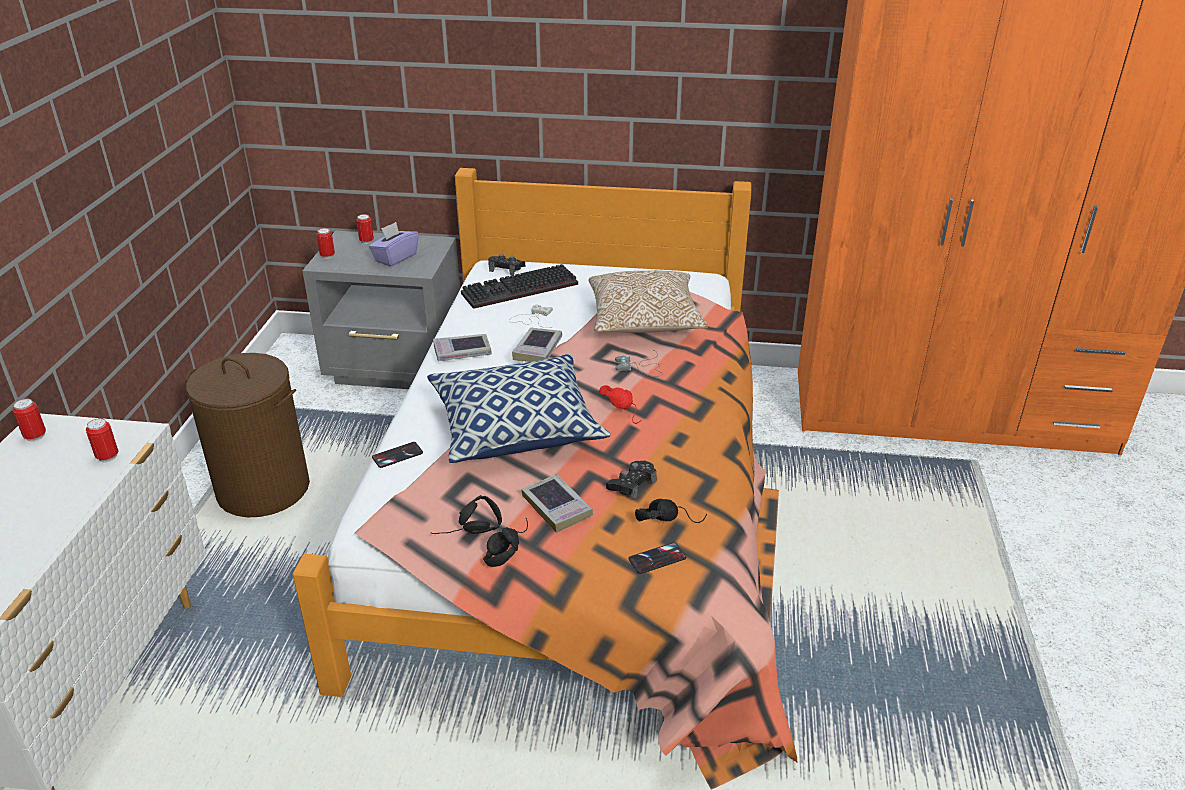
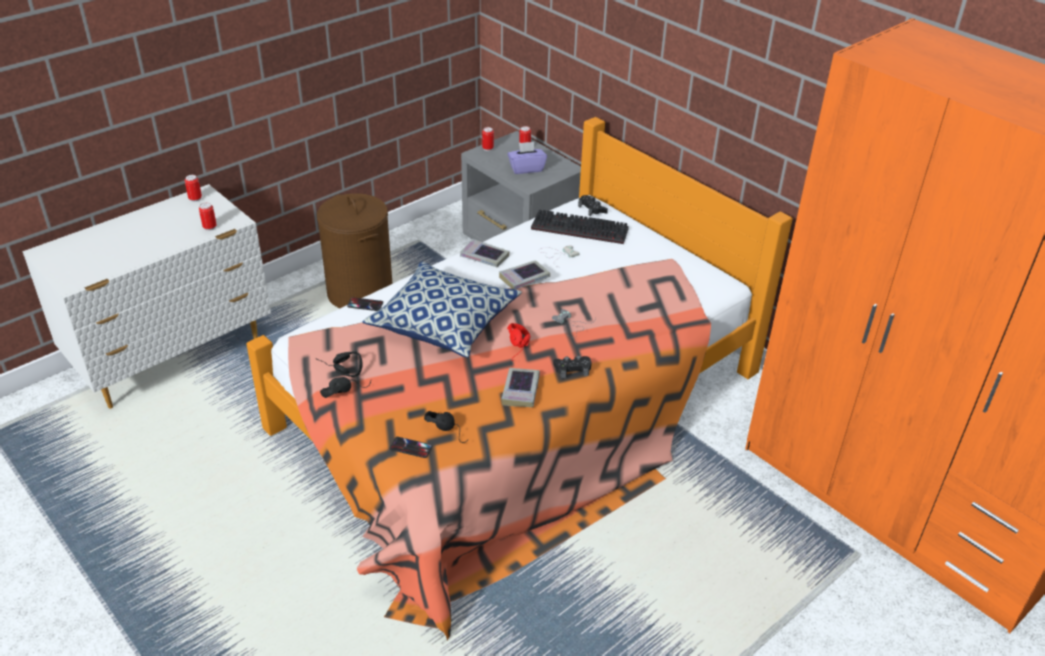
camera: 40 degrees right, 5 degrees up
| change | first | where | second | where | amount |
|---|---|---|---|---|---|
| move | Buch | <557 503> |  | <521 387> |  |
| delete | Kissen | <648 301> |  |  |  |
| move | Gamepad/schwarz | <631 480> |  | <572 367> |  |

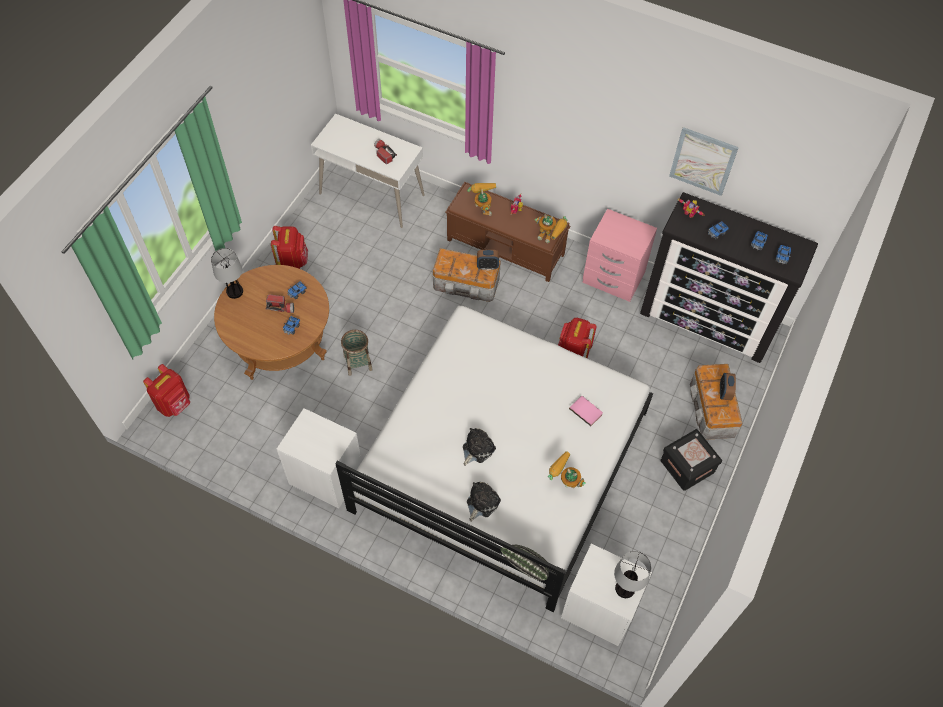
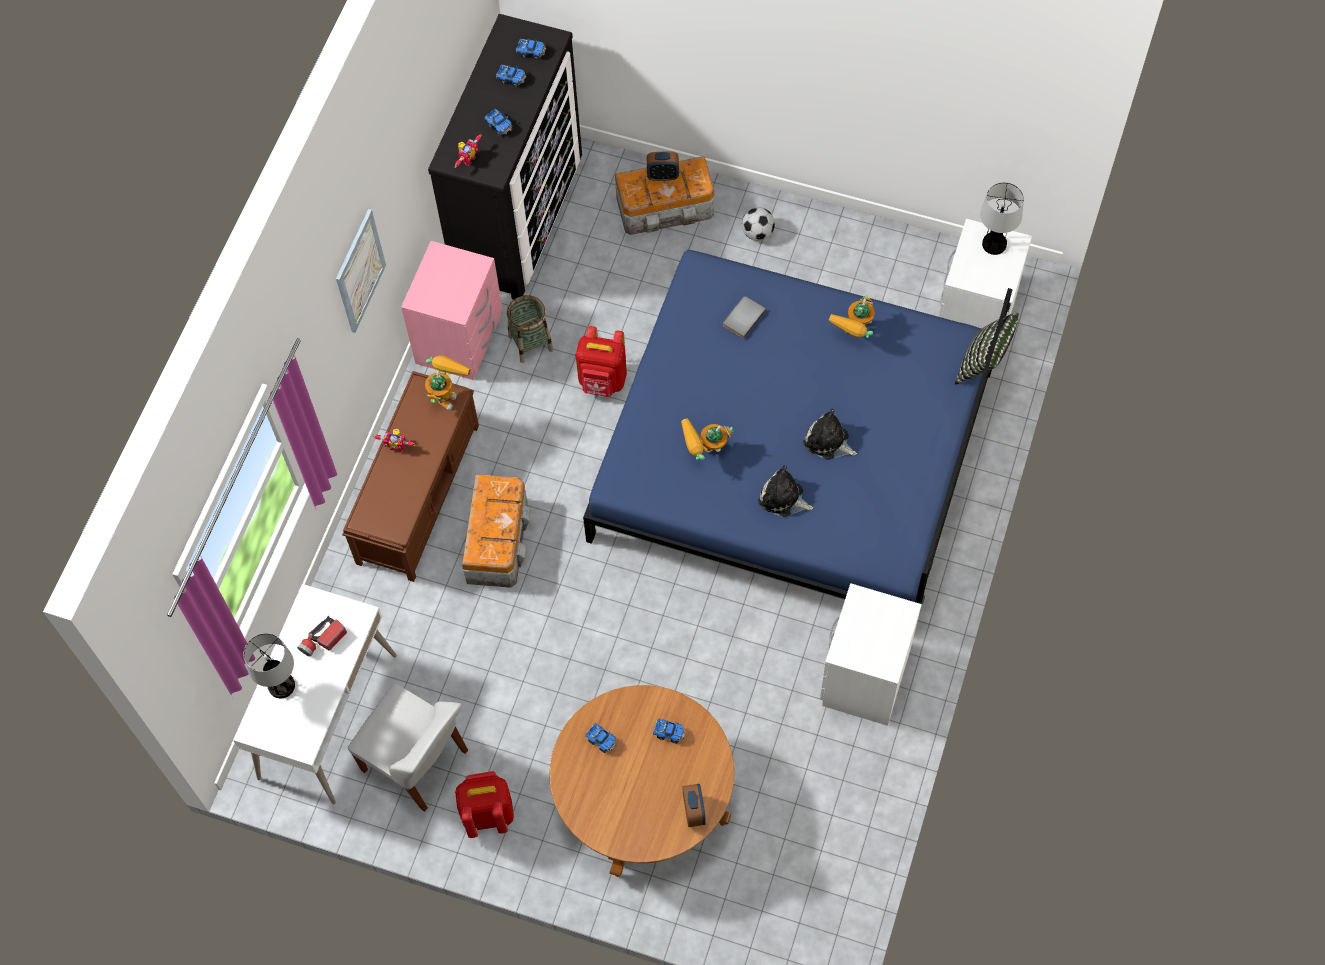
camera: 95 degrees left, 5 degrees up
| change | first | where | second | where | amount |
|---|---|---|---|---|---|
| delete | Rucksack/rot | <166 390> |  |  |  |
| move | Tischlampe | <227 273> |  | <269 665> |  |
| delete | Taschenlampe | <279 303> |  |  |  |
| recolor | Bett/weiß | <494 459> | Bett/blau | <798 427> |  |
| move | Korb | <357 353> |  | <530 329> |  |
| move | Spielzeugroboter | <481 199> |  | <707 439> |  |
| move | Plüschtier | <484 502> |  | <785 491> |  |
| move | Wecker | <488 260> |  | <694 805> |  |
| recolor | Buch/rosa | <586 411> | Buch/grau | <744 317> |  |
| replace | Aufbewahrungsbox/schwarz | <691 460> | Fußball | <758 224> |  |
| move | Bild | <704 161> |  | <361 271> |  |
| insert |  |  | Stuhl/weiß | <408 747> |  |

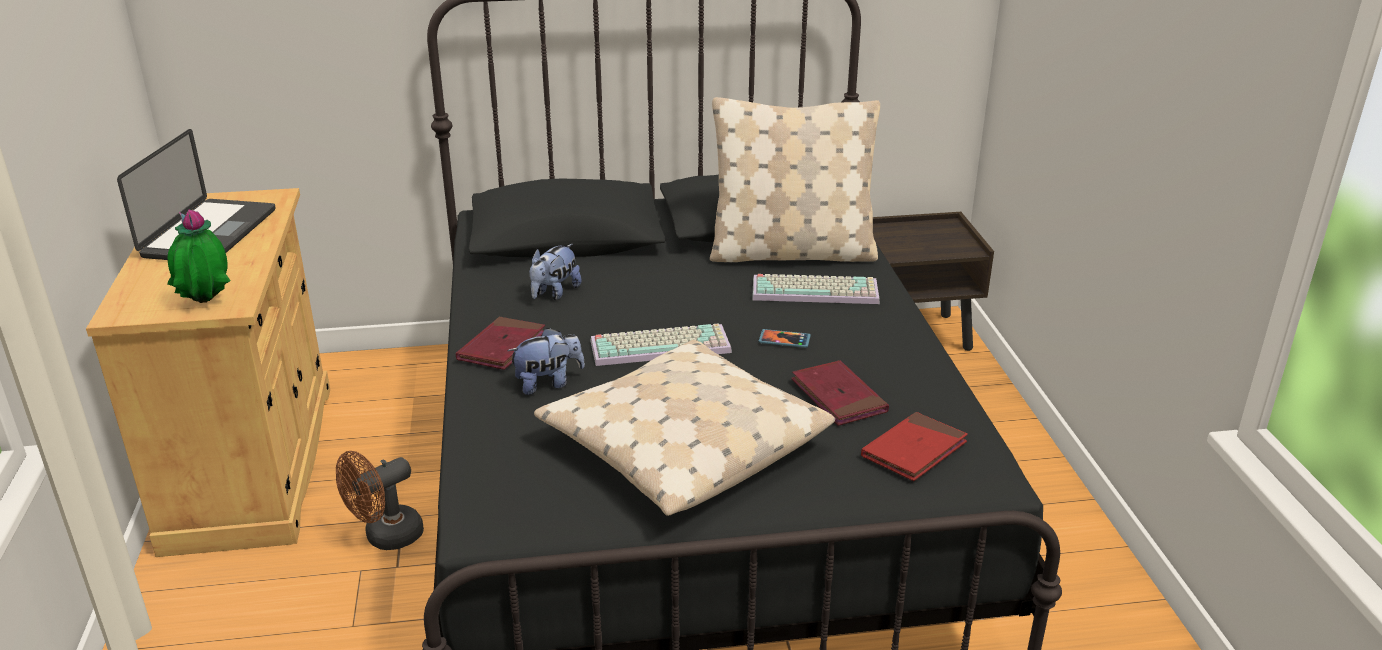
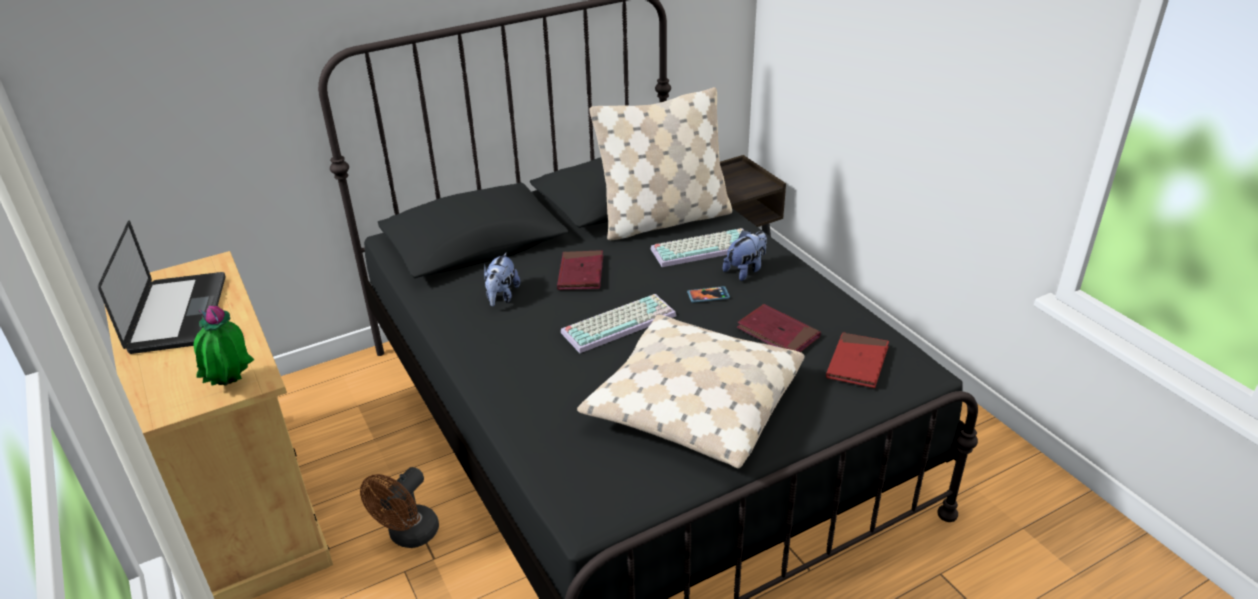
camera: 20 degrees left, 5 degrees up
| change | first | where | second | where | amount |
|---|---|---|---|---|---|
| move | Buch/rot | <500 343> |  | <580 270> |  |
| move | Plüschtier | <546 361> |  | <745 255> |  |

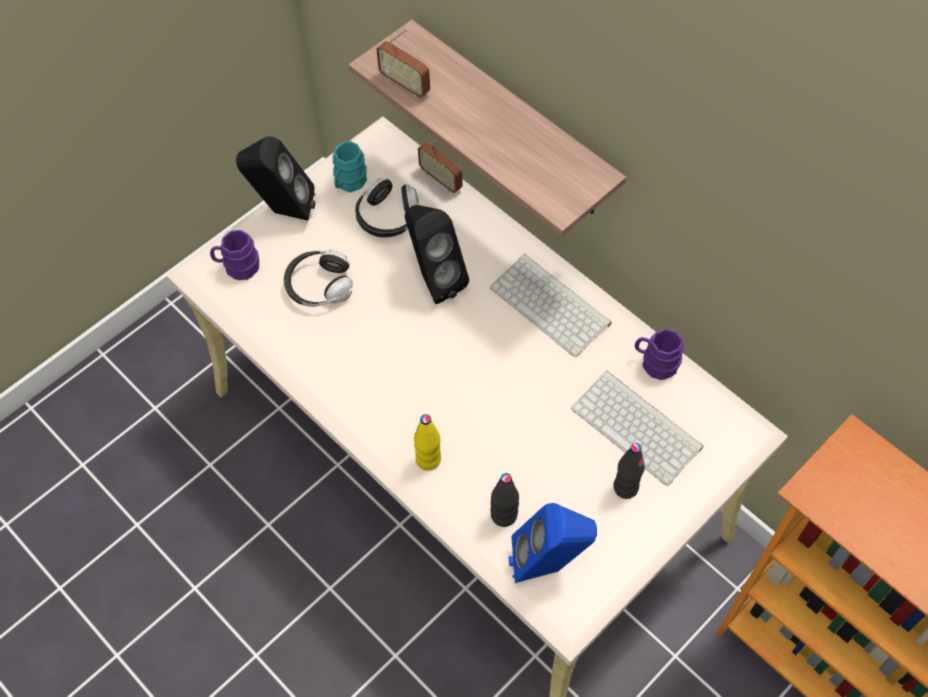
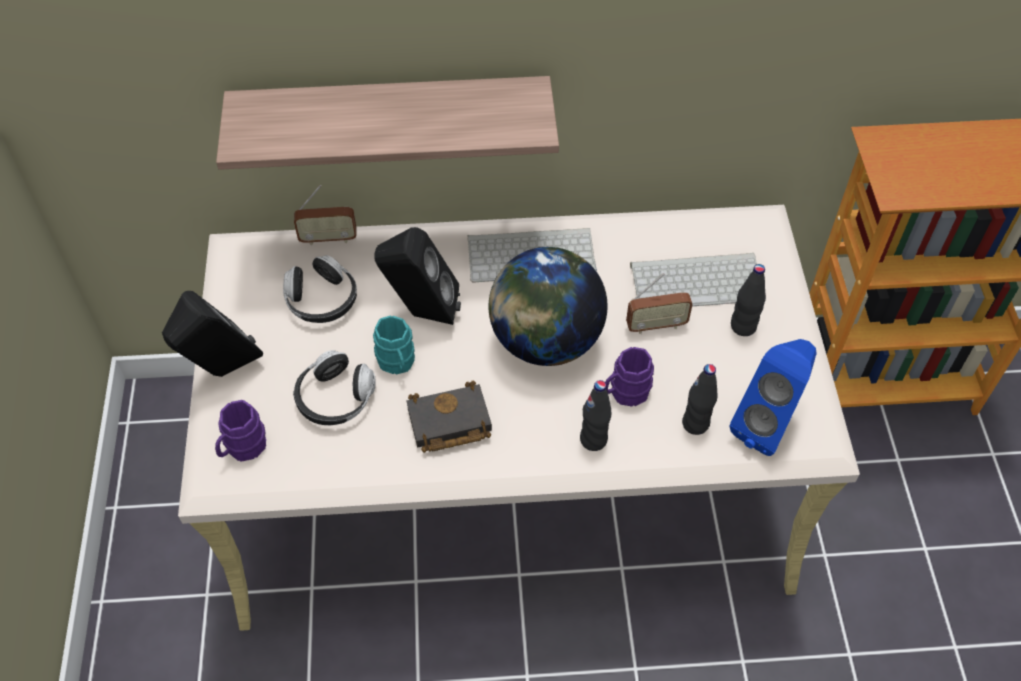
camera: 50 degrees left, 5 degrees down
| change | first | where | second | where | amount |
|---|---|---|---|---|---|
| move | Henkelbecher/türkis | <350 166> |  | <394 345> |  |
| move | Radio | <403 62> |  | <659 303> |  |
| recolor | Flasche/gelb | <427 442> | Flasche/schwarz | <595 415> |  |
| move | Henkelbecher/lila | <659 354> |  | <629 376> |  |
| insert |  |  | Buch/schwarz | <449 417> |  |
| insert |  |  | Globus | <548 306> |  |

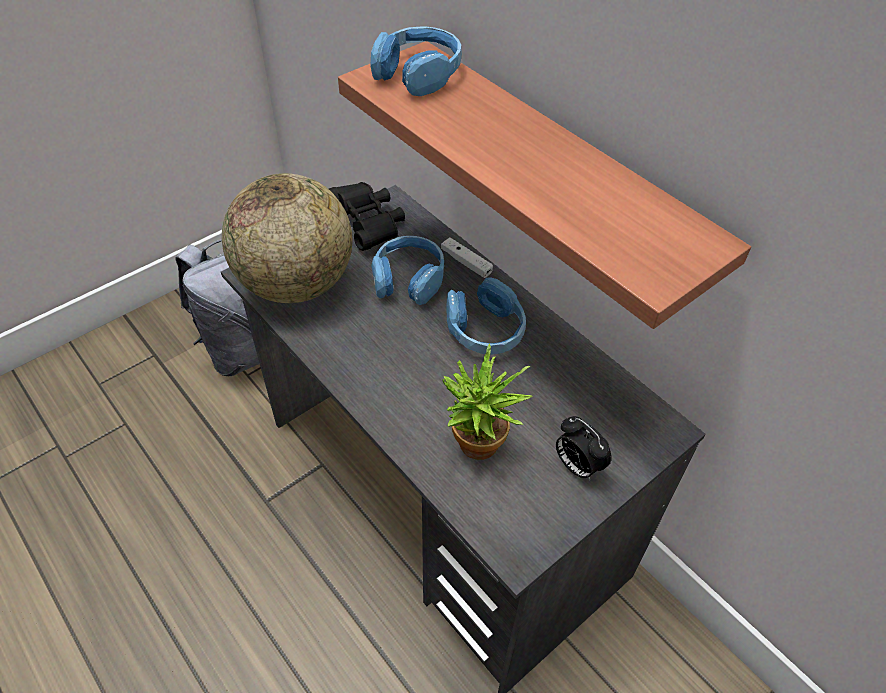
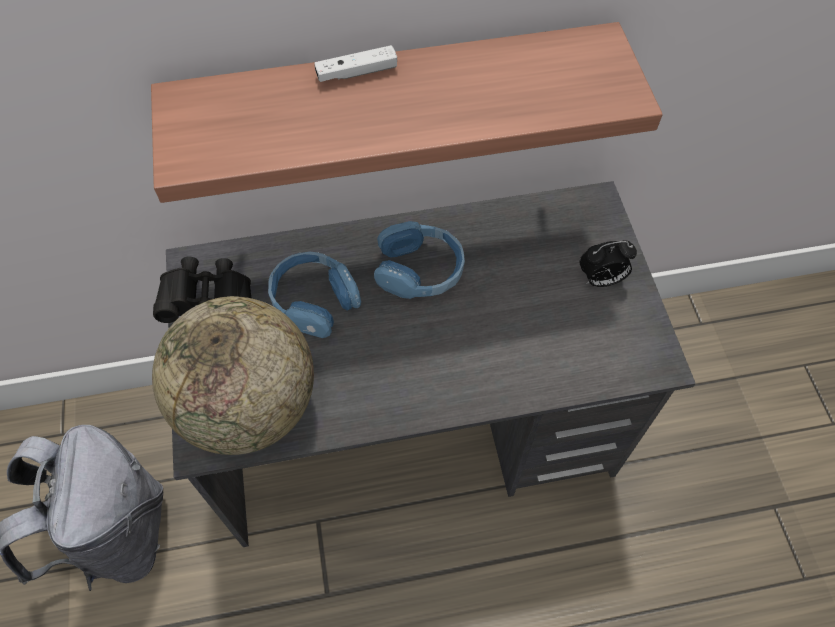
camera: 60 degrees left, 10 degrees up
| change | first | where | second | where | amount |
|---|---|---|---|---|---|
| delete | Kopfhörer/blau | <416 61> |  |  |  |
| move | Gamepad/weiß | <467 258> |  | <355 63> |  |
| delete | Topfpflanze | <487 402> |  |  |  |

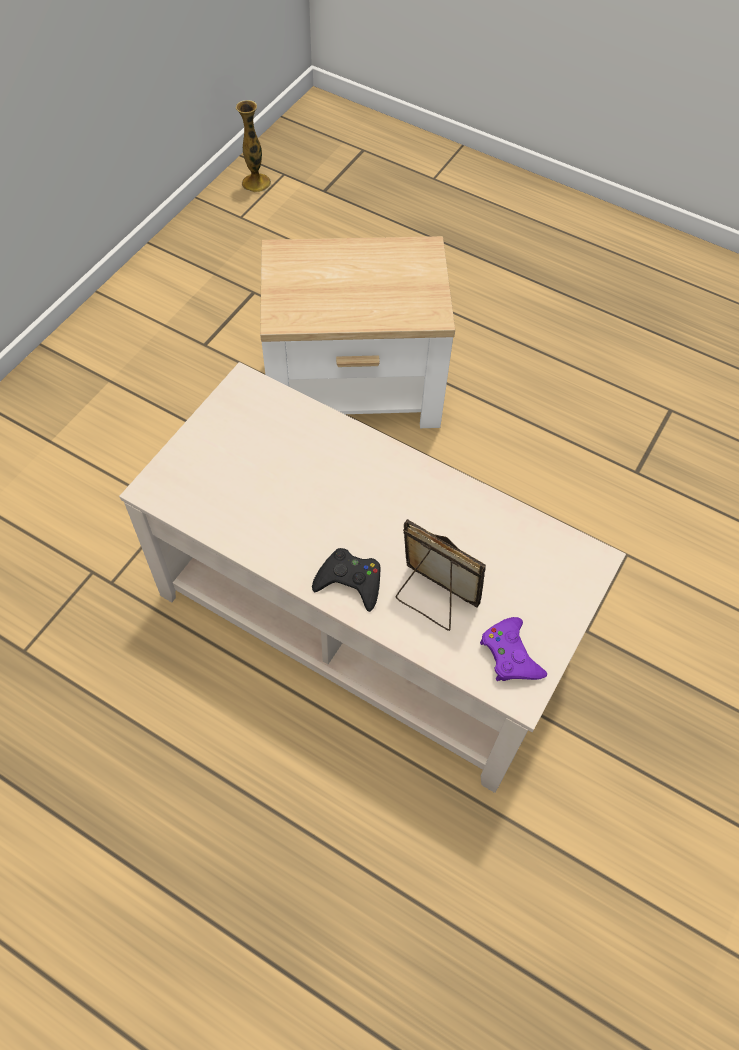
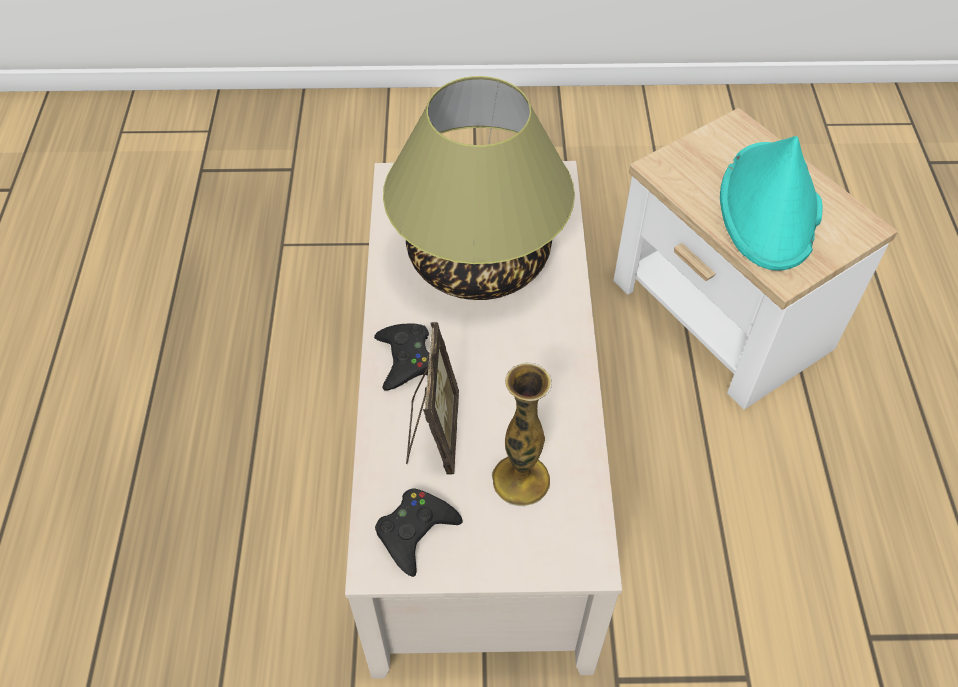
camera: 60 degrees right, 5 degrees down
| change | first | where | second | where | amount |
|---|---|---|---|---|---|
| move | Vase | <253 146> |  | <522 435> |  |
| recolor | Gamepad/lila | <513 649> | Gamepad/schwarz | <418 532> |  |
| insert |  |  | Tischlampe | <479 188> |  |
| insert |  |  | Hut/türkis | <771 203> |  |

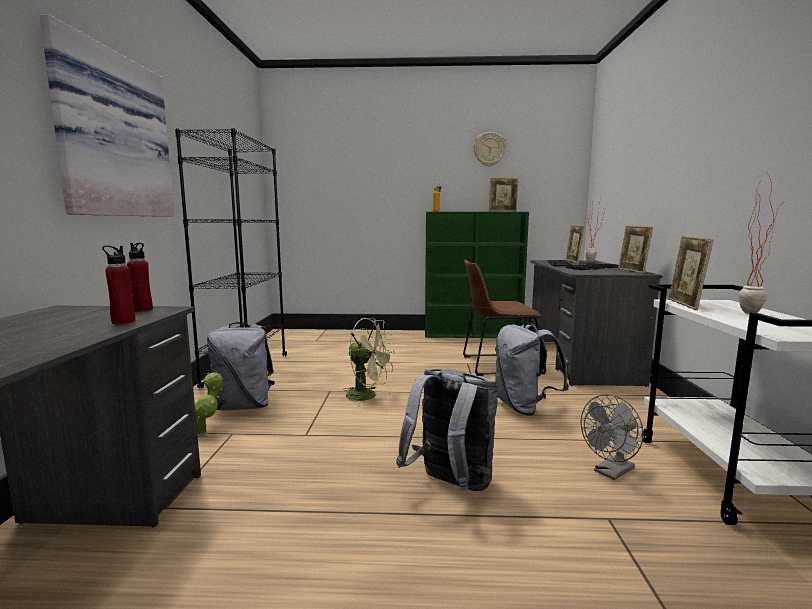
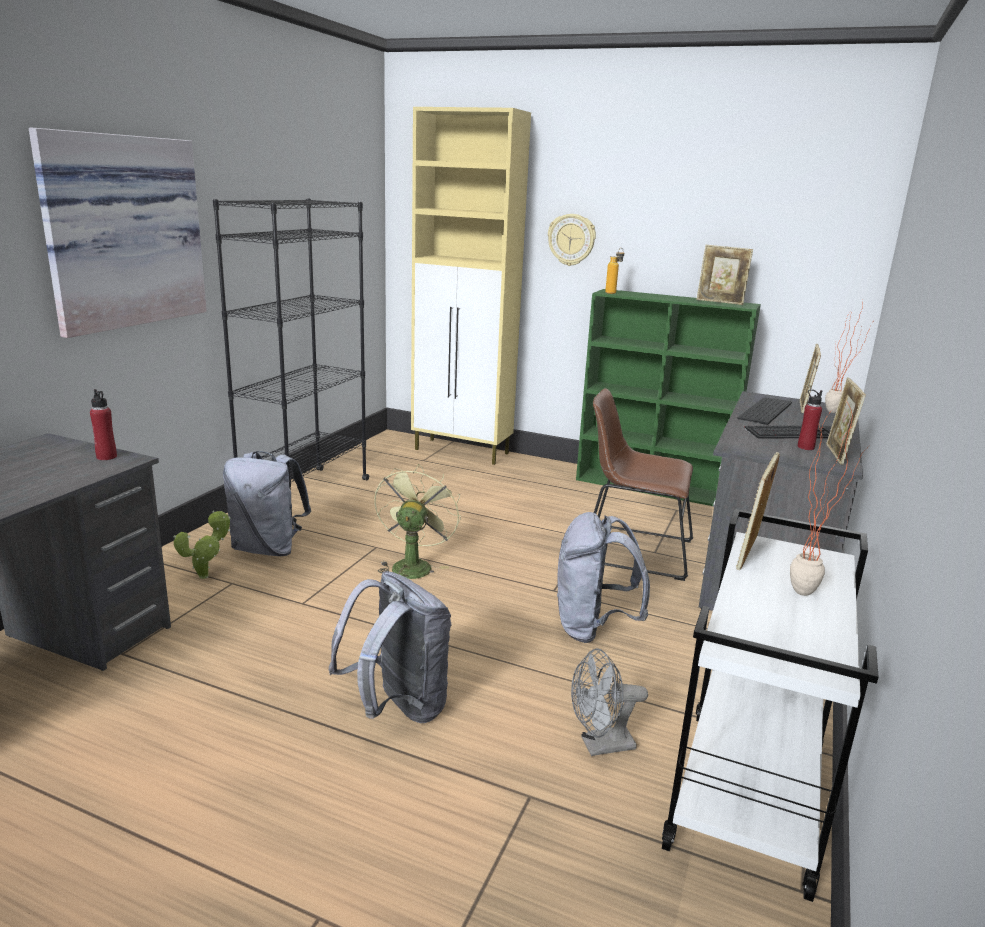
camera: 20 degrees right, 10 degrees up
| change | first | where | second | where | amount |
|---|---|---|---|---|---|
| move | Flasche/rot | <118 285> |  | <810 419> |  |
| rotate | Ventilator/grün | <369 362> |  | <417 521> | 120 degrees counterclockwise |
| move | Wanduhr | <489 149> |  | <572 240> |  |
| insert |  |  | Schrank/beige | <471 286> |  |

